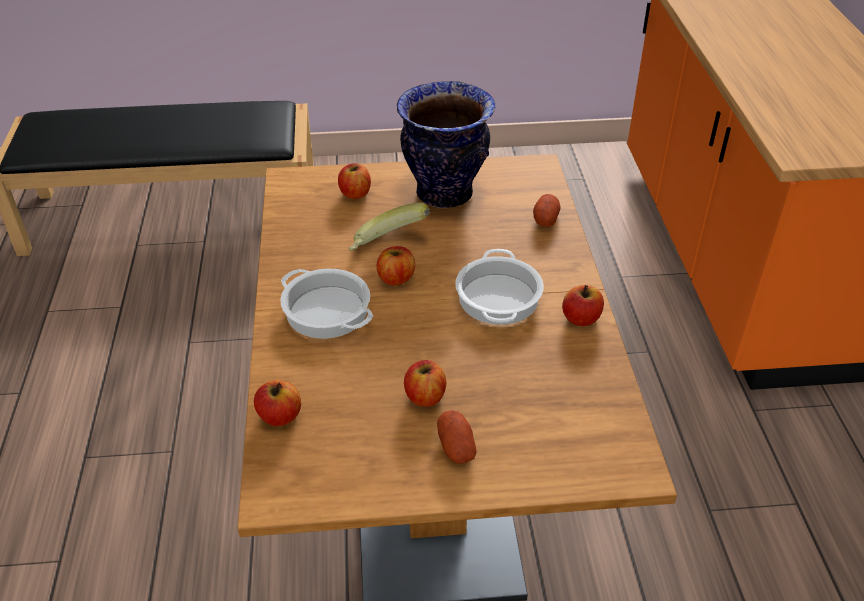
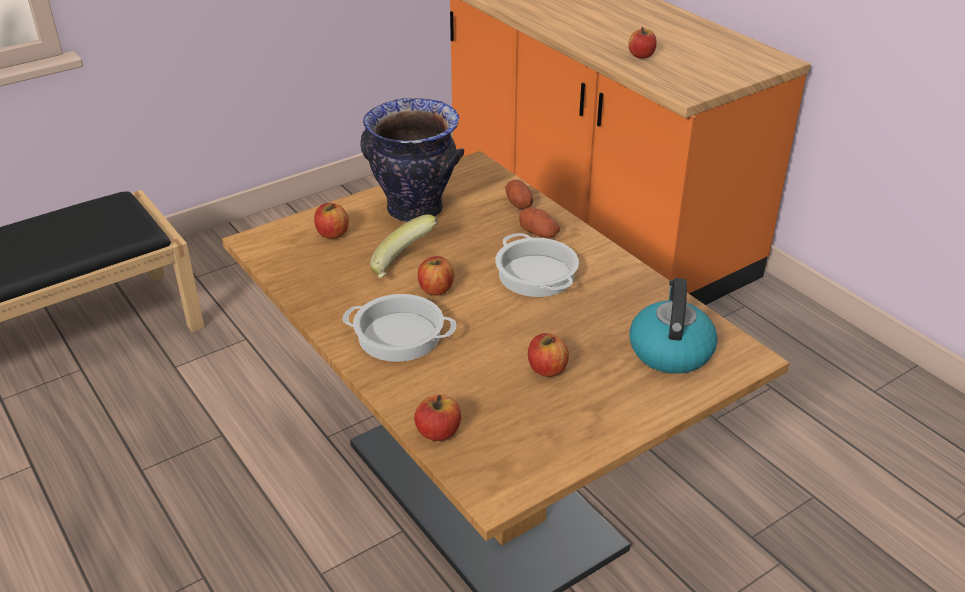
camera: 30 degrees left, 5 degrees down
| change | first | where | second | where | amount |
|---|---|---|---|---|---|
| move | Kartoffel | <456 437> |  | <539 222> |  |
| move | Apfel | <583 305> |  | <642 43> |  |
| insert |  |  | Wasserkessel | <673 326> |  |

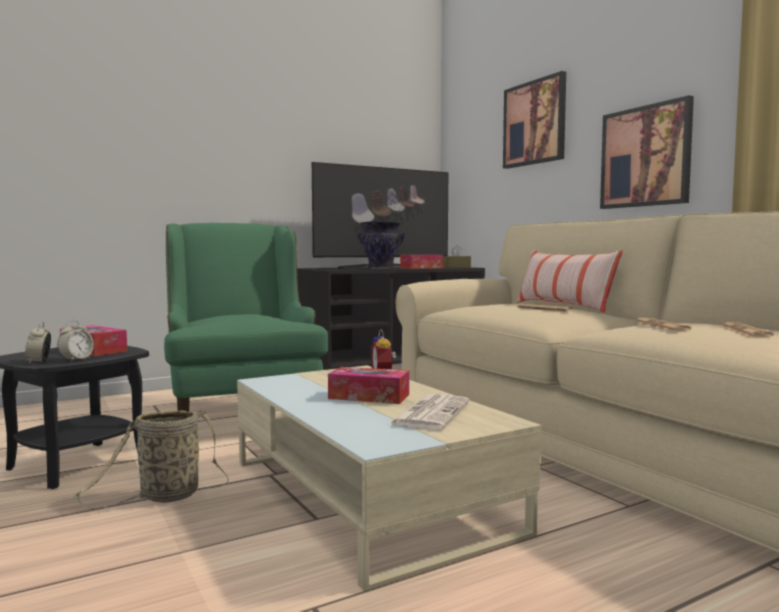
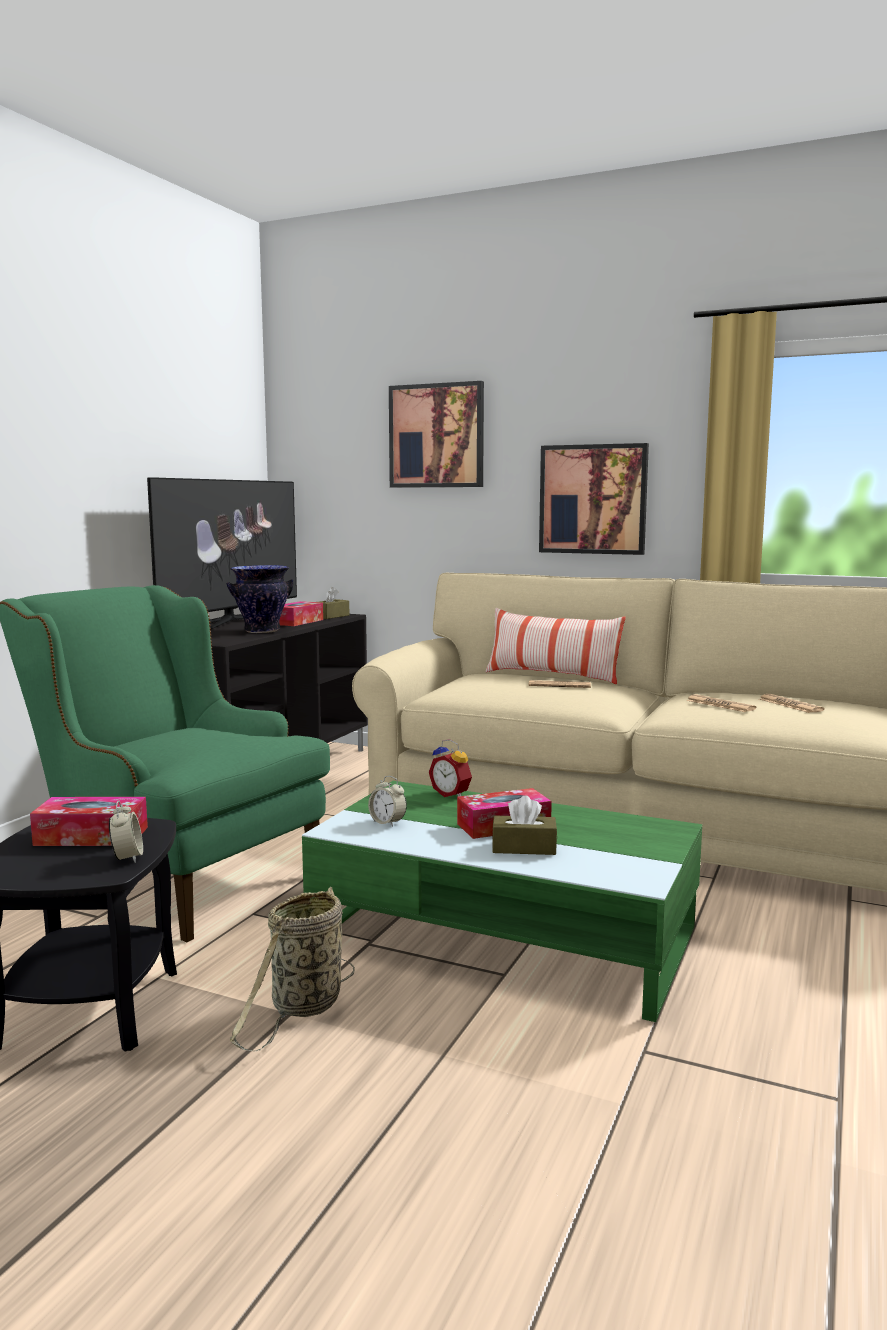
camera: 35 degrees left, 5 degrees up
| change | first | where | second | where | amount |
|---|---|---|---|---|---|
| move | Wecker | <38 343> |  | <387 801> |  |
| recolor | Couchtisch/beige | <389 478> | Couchtisch/grün | <502 901> |  |
| delete | Zeitung | <428 411> |  |  |  |
| insert |  |  | Taschentuchbox/braun | <524 825> |  |

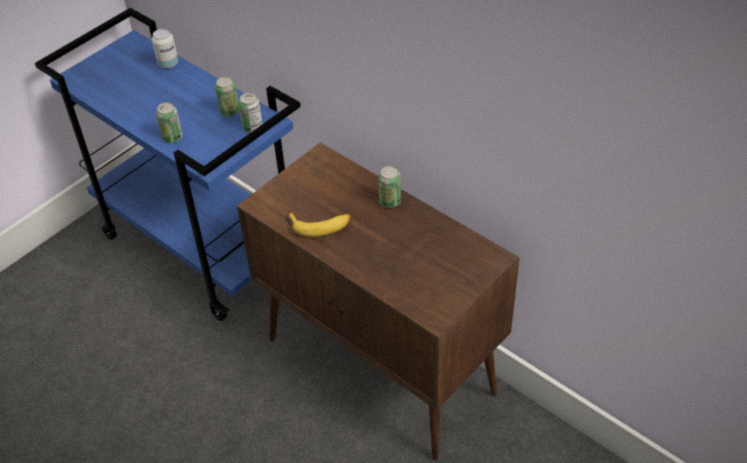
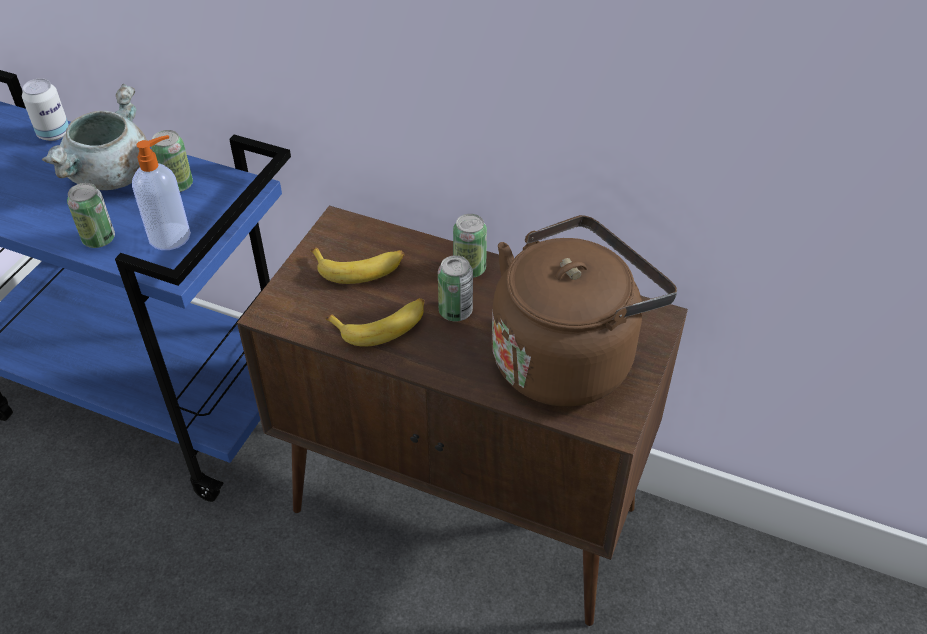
camera: 20 degrees left, 0 degrees up
| change | first | where | second | where | amount |
|---|---|---|---|---|---|
| move | Dose | <250 113> |  | <455 288> |  |
| insert |  |  | Kochtopf/grau | <94 137> |  |
| insert |  |  | Seifenspender | <161 192> |  |
| insert |  |  | Banane | <357 266> |  |
| insert |  |  | Wasserkessel/braun | <584 311> |  |

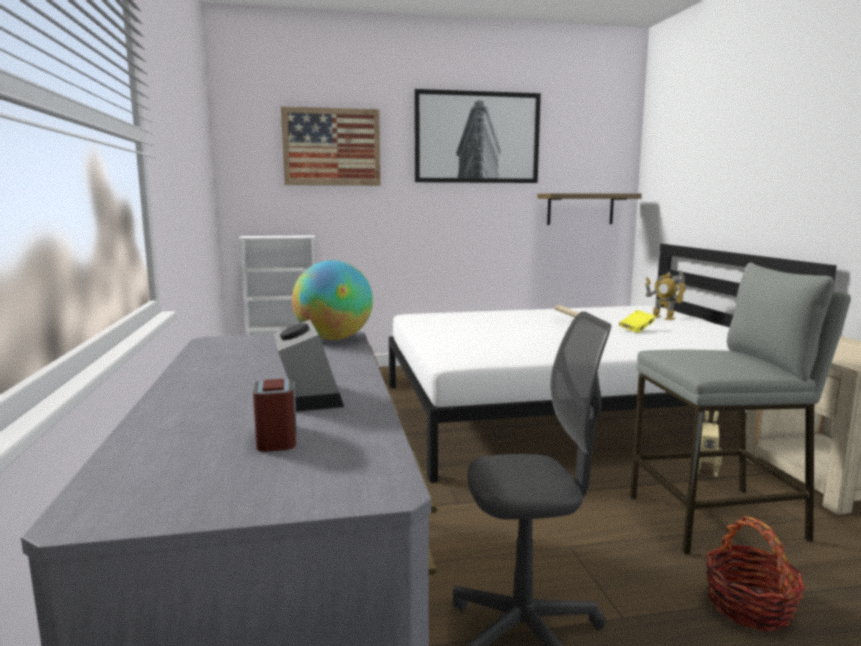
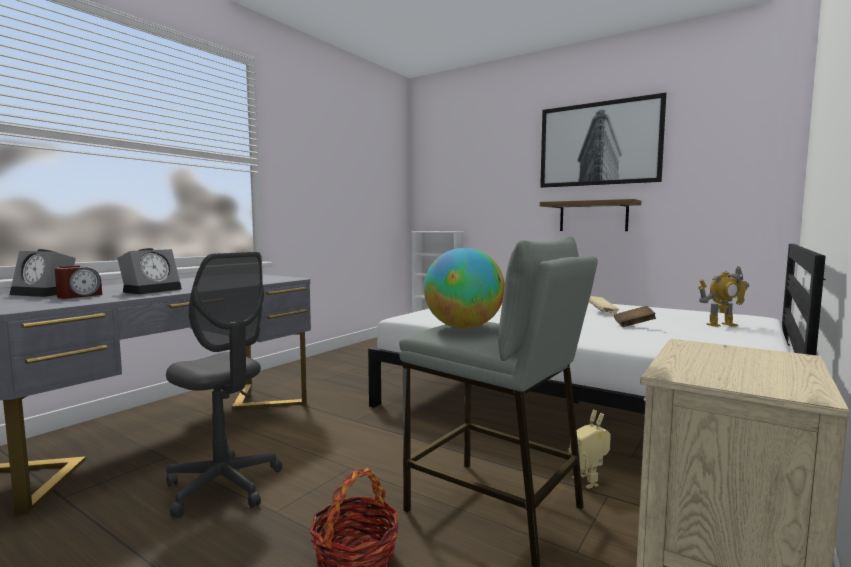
camera: 45 degrees right, 5 degrees down
| change | first | where | second | where | amount |
|---|---|---|---|---|---|
| delete | Bild | <331 146> |  |  |  |
| move | Globus | <332 300> |  | <464 288> |  |
| move | Wandregal | <590 209> |  | <590 215> |  |
| recolor | Buch/gelb | <637 321> | Buch/braun | <635 316> |  |
| rotate | Spielzeugroboter | <666 295> |  | <723 297> | 105 degrees counterclockwise |
| insert |  |  | Wecker | <43 273> |  |

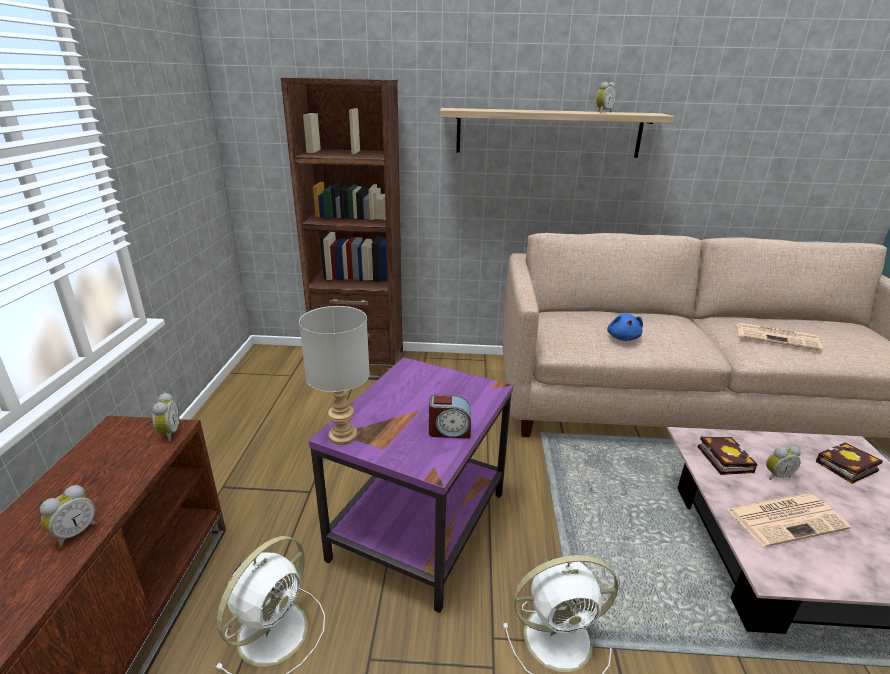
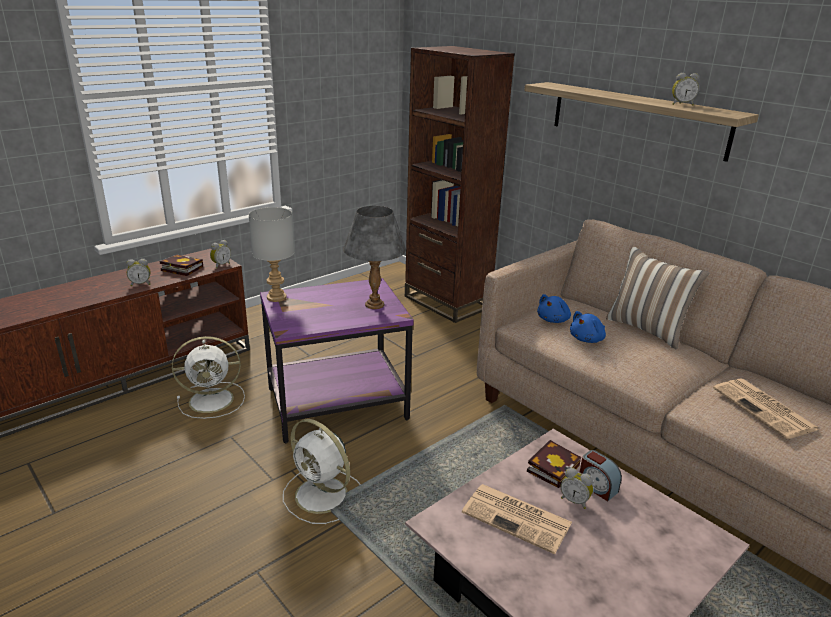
camera: 45 degrees right, 0 degrees up
| change | first | where | second | where | amount |
|---|---|---|---|---|---|
| move | Wecker | <450 417> |  | <600 475> |  |
| move | Buch | <849 463> |  | <181 265> |  |
| insert |  |  | Tischlampe/grau | <374 257> |  |
| insert |  |  | Plüschtier/blau | <554 308> |  |
| insert |  |  | Kissen | <658 297> |  |

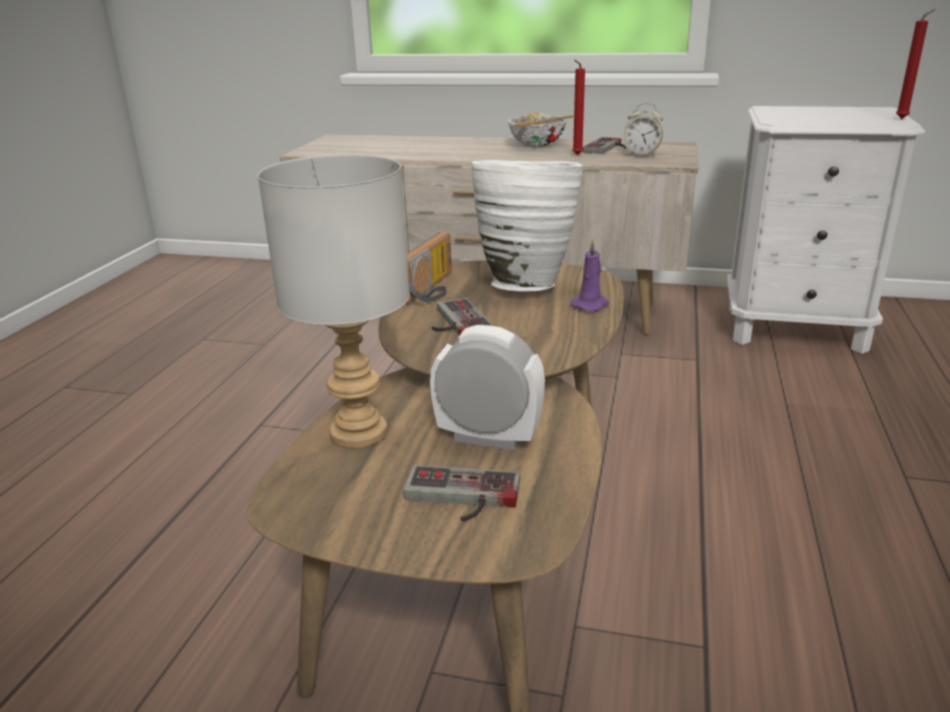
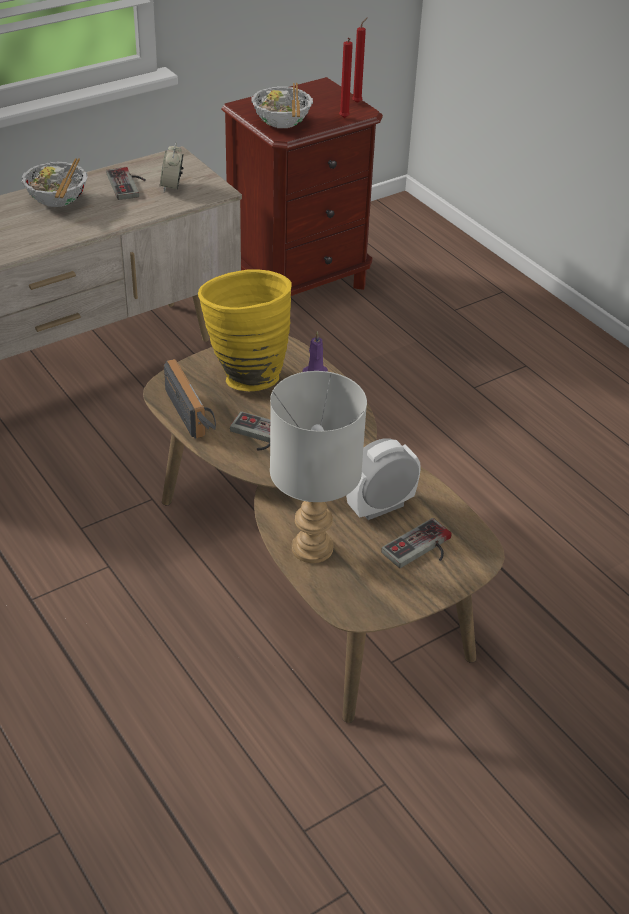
camera: 50 degrees left, 15 degrees up
| change | first | where | second | where | amount |
|---|---|---|---|---|---|
| recolor | Vase/weiß | <527 225> | Vase/gelb | <245 330> |  |
| move | Kerze/rot | <578 107> |  | <346 77> |  |
| rotate | Wecker | <643 129> |  | <172 167> | 120 degrees clockwise |
| recolor | Nachttisch/weiß | <826 230> | Nachttisch/braun | <302 186> |  |
| insert |  |  | Schüssel | <282 105> |  |

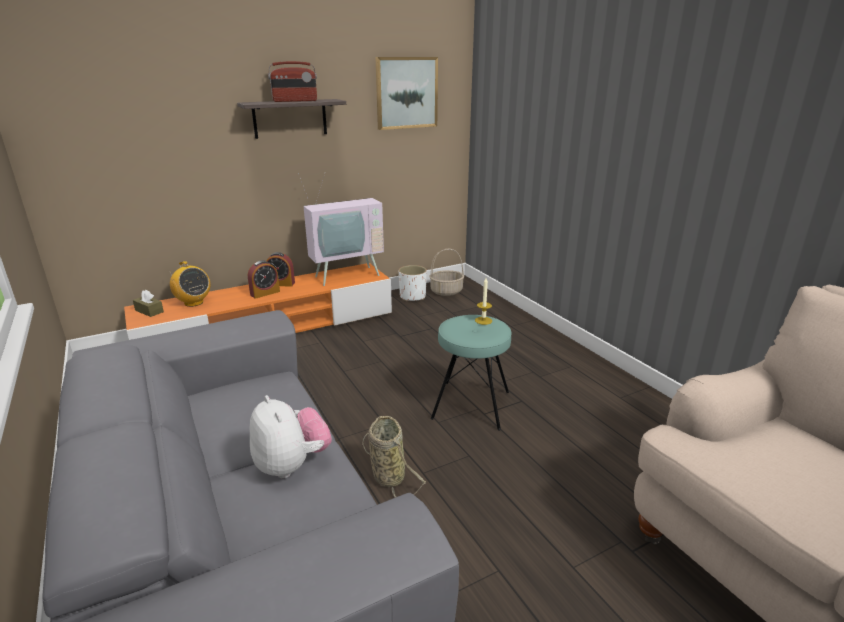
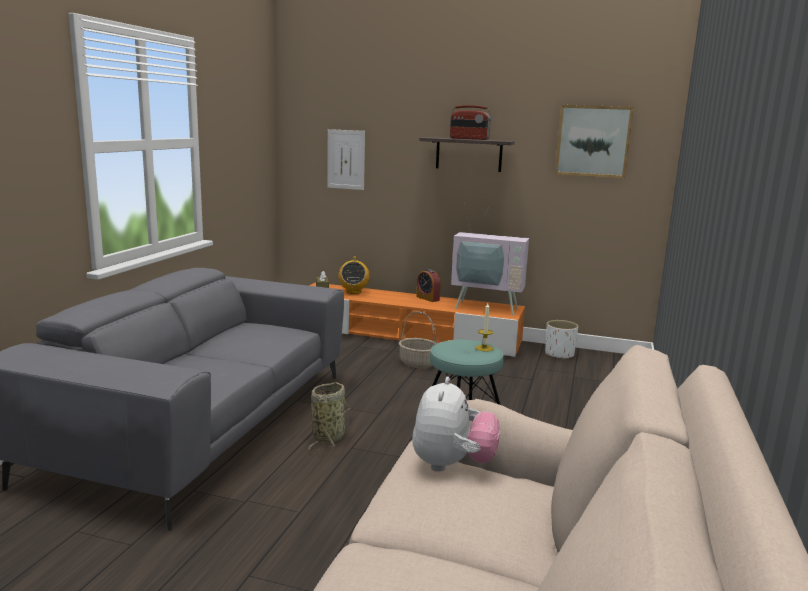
camera: 45 degrees right, 10 degrees down
| change | first | where | second | where | amount |
|---|---|---|---|---|---|
| delete | Wecker | <264 279> |  |  |  |
| move | Plüschtier | <291 437> |  | <456 424> |  |
| move | Korb | <446 272> |  | <418 339> |  |
| insert |  |  | Bild | <346 159> |  |

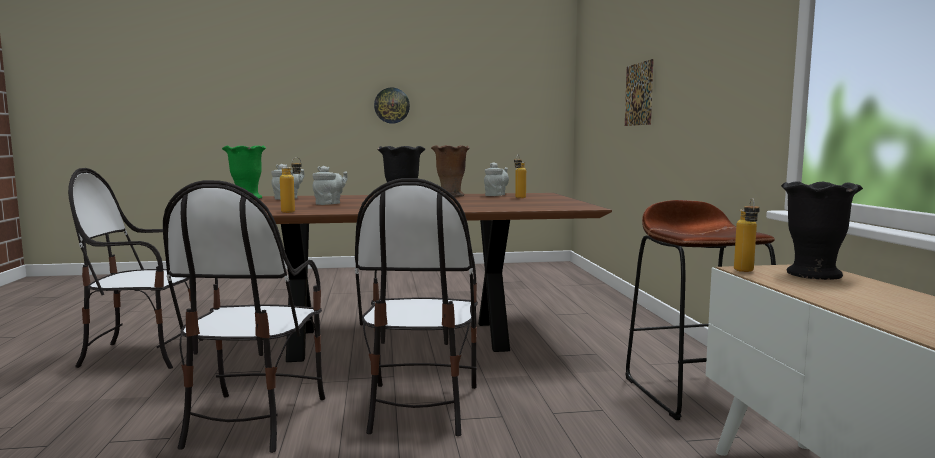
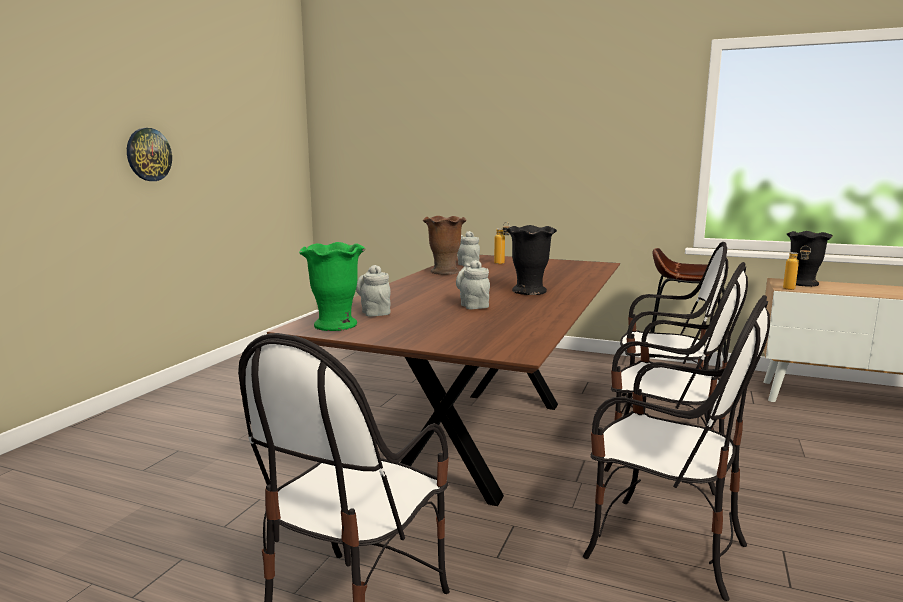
camera: 60 degrees left, 5 degrees up
| change | first | where | second | where | amount |
|---|---|---|---|---|---|
| delete | Flasche | <291 185> |  |  |  |
| delete | Bild | <639 92> |  |  |  |
| insert |  |  | Stuhl | <674 336> |  |

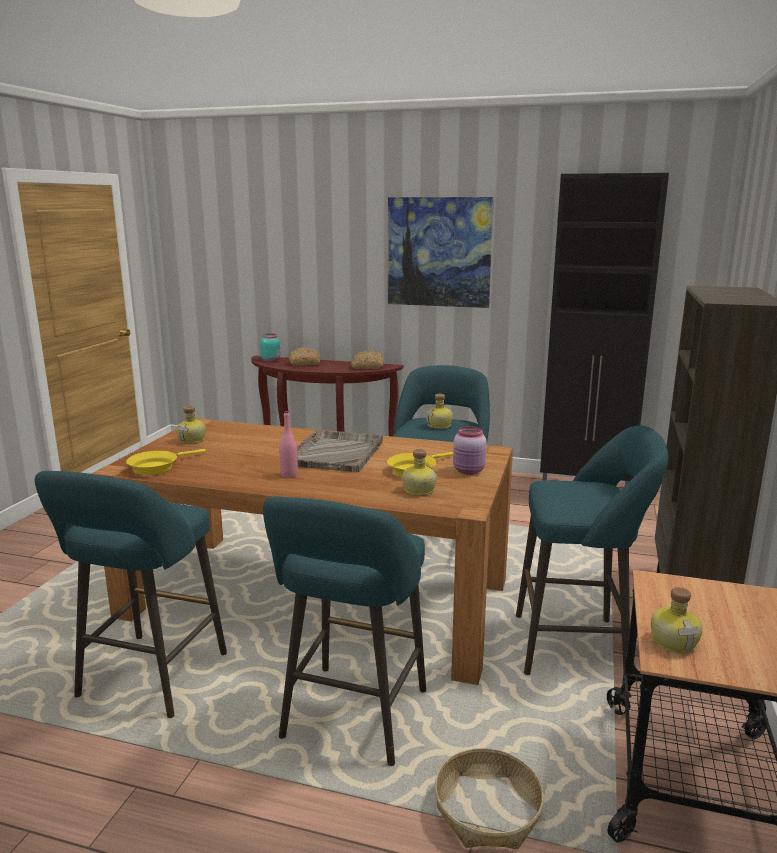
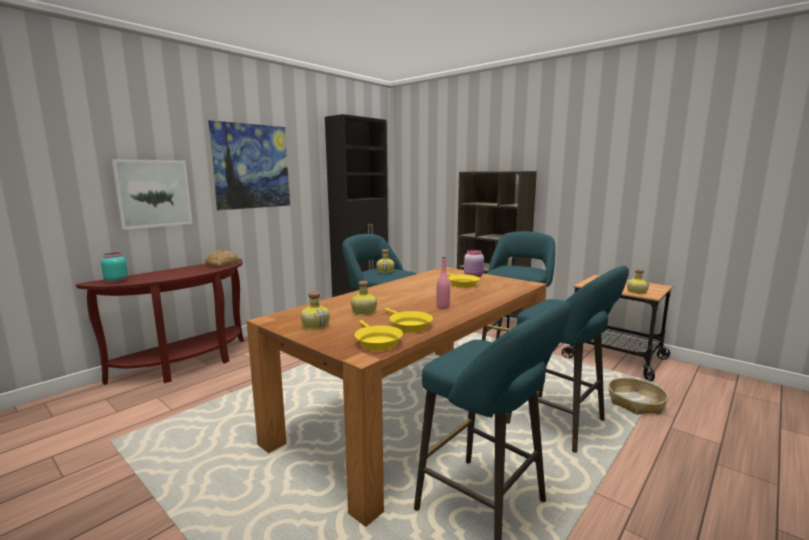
camera: 65 degrees left, 5 degrees down
| change | first | where | second | where | amount |
|---|---|---|---|---|---|
| delete | Brot | <305 357> |  |  |  |
| delete | Tablett/grau | <340 451> |  |  |  |
| move | Flasche | <419 472> |  | <364 298> |  |
| insert |  |  | Bild | <152 194> |  |
| insert |  |  | Pfanne/gelb | <409 320> |  |

